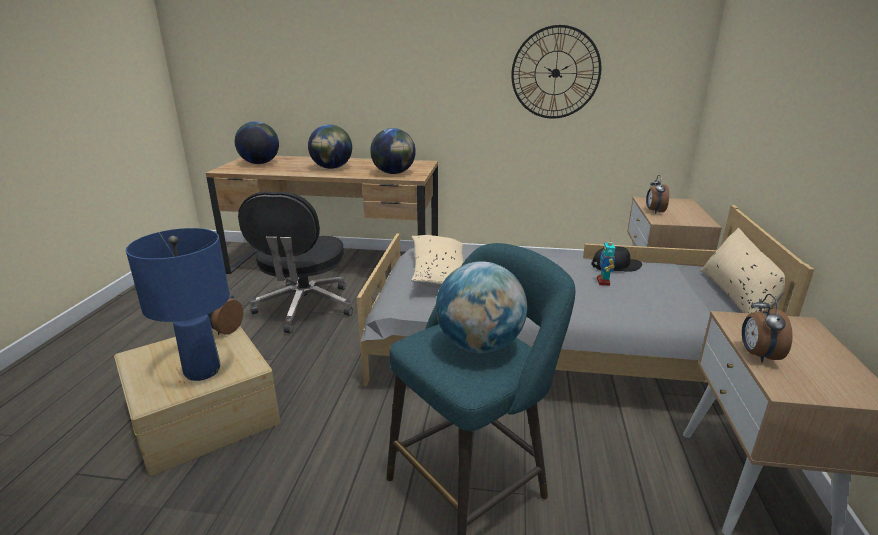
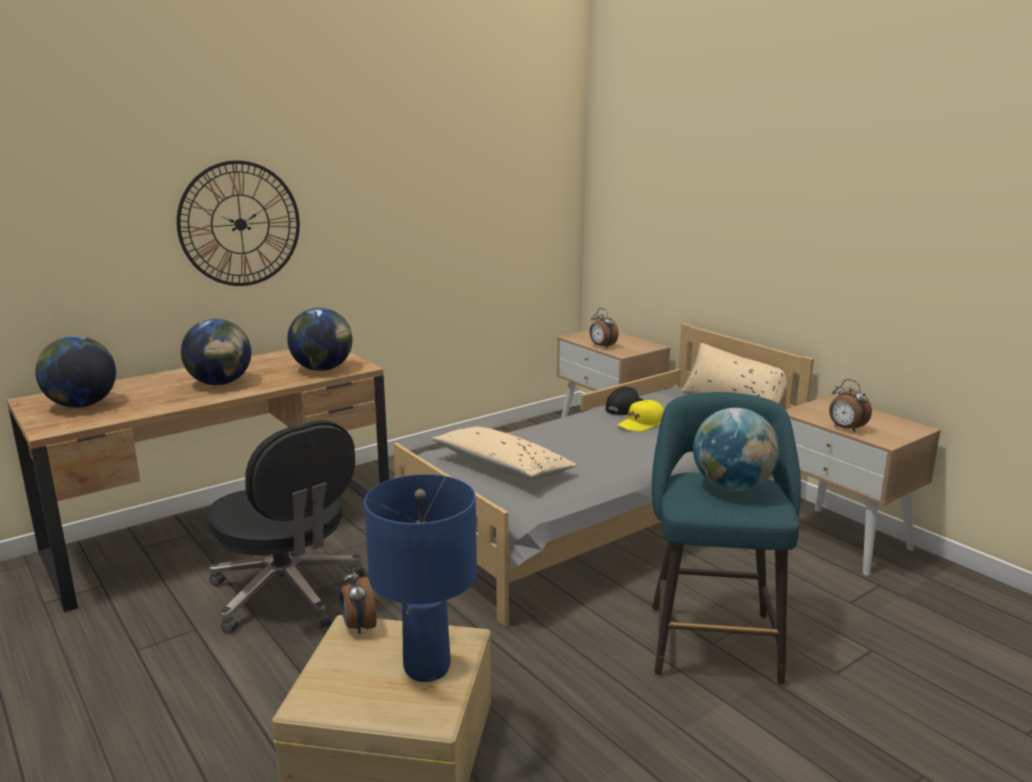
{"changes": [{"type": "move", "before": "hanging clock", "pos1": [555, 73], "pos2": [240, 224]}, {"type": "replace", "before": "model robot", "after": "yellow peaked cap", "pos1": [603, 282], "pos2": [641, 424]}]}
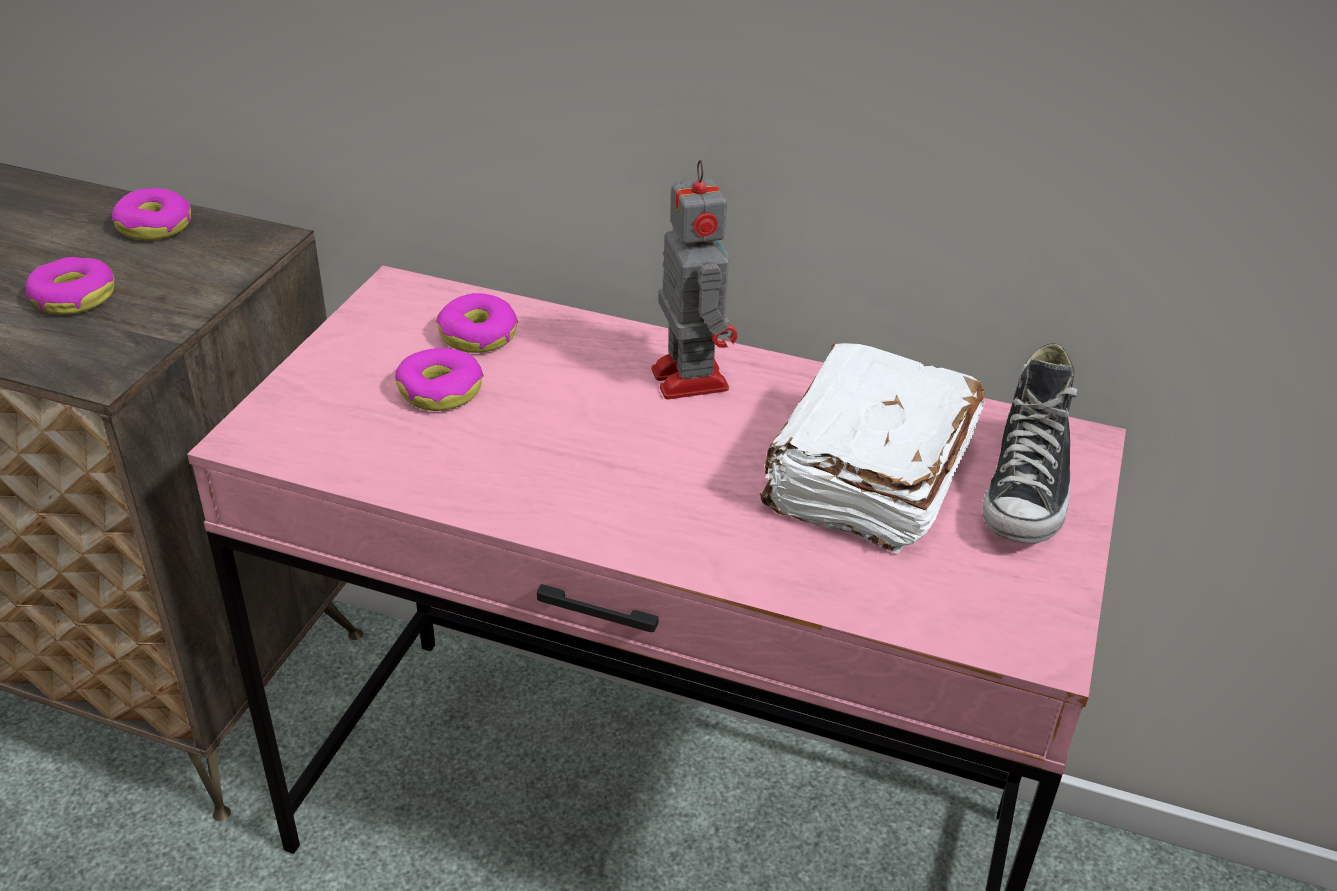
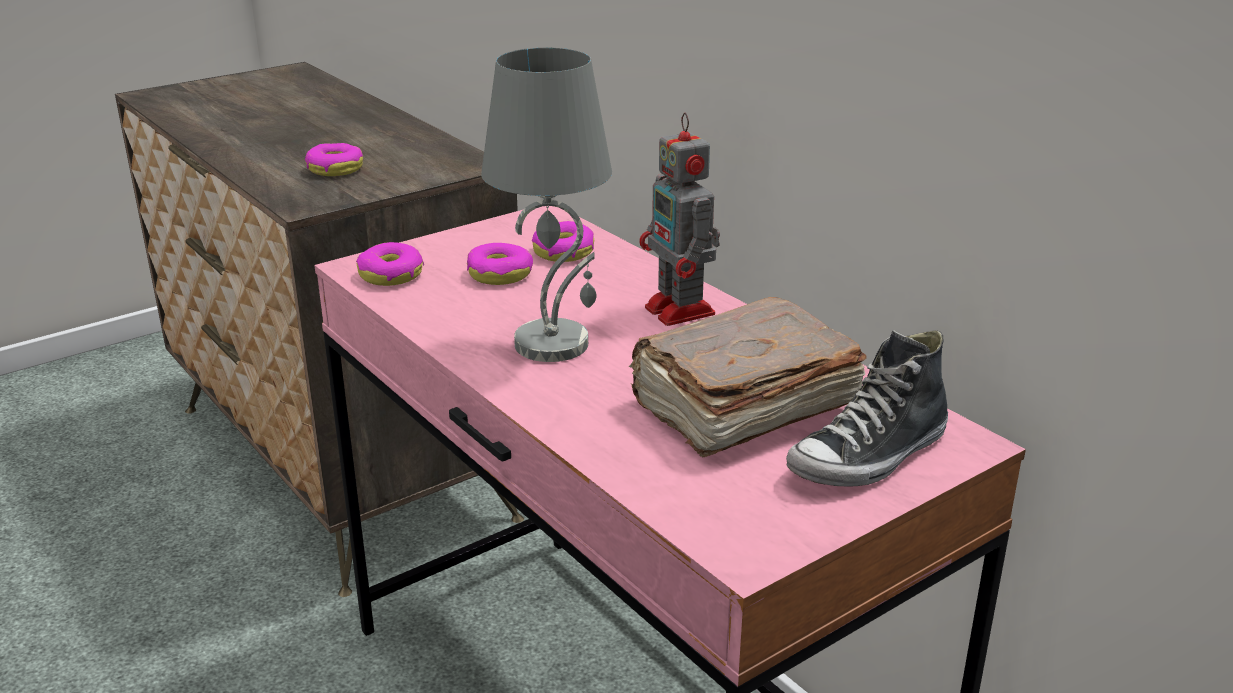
{"changes": [{"type": "insert", "after": "greyish tabletop lamp", "pos2": [554, 343]}, {"type": "move", "before": "ring doughnut", "pos1": [155, 226], "pos2": [390, 275]}, {"type": "recolor", "before": "whitish volume", "after": "brown volume", "pos1": [866, 477], "pos2": [740, 407]}, {"type": "rotate", "before": "model robot", "pos1": [688, 377], "pos2": [681, 312], "turn": 135}]}
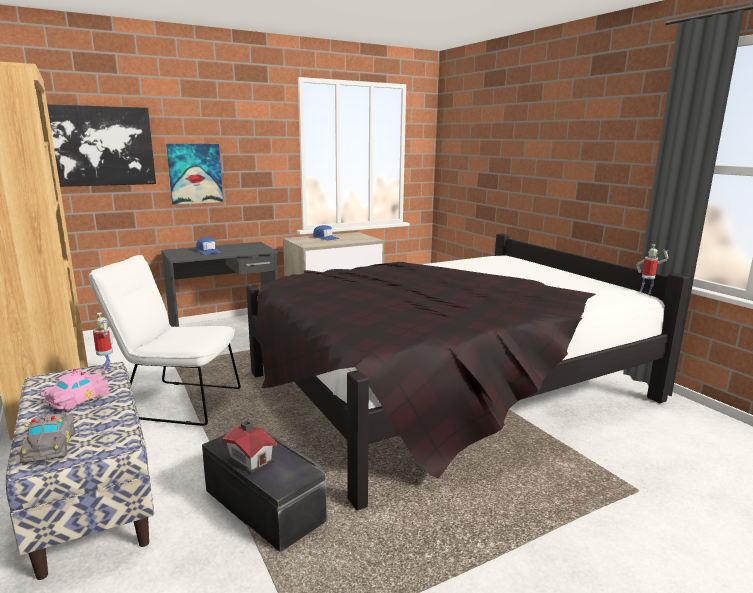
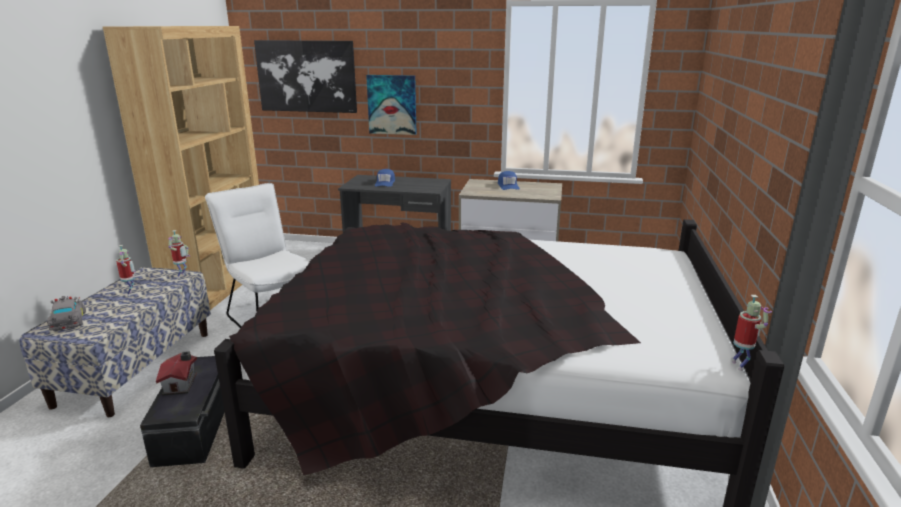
{"changes": [{"type": "replace", "before": "pinkish miniature car", "after": "model robot", "pos1": [76, 399], "pos2": [131, 293]}, {"type": "rotate", "before": "greyish miniature car", "pos1": [51, 445], "pos2": [67, 322], "turn": 135}]}
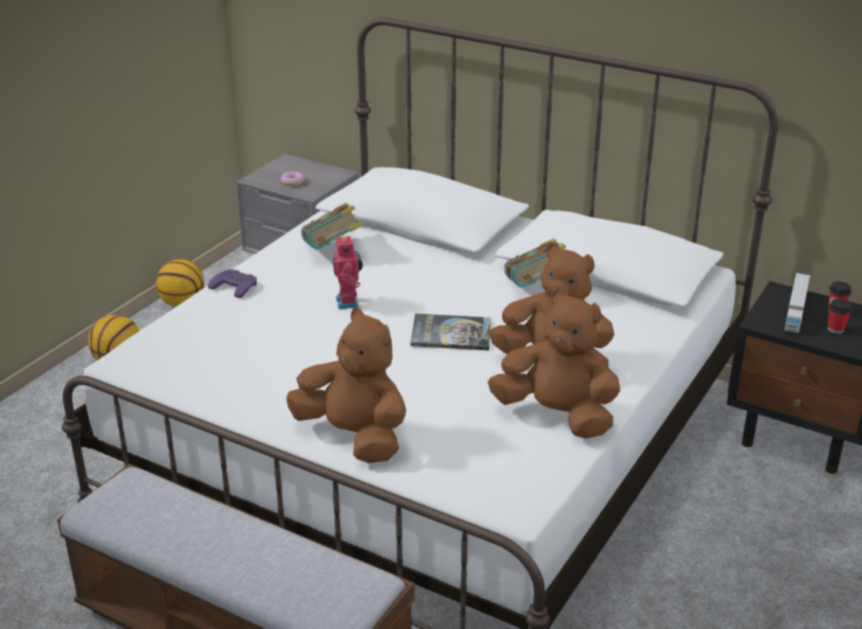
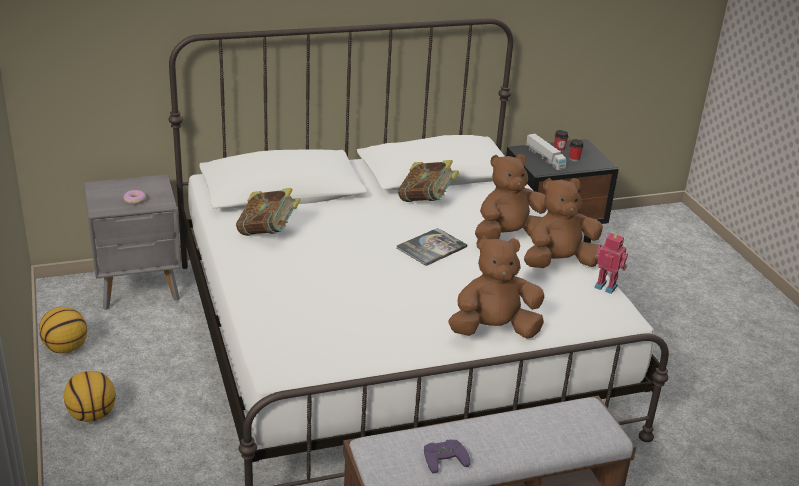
{"changes": [{"type": "move", "before": "purple joypad", "pos1": [236, 285], "pos2": [444, 457]}, {"type": "move", "before": "model robot", "pos1": [349, 302], "pos2": [606, 286]}]}
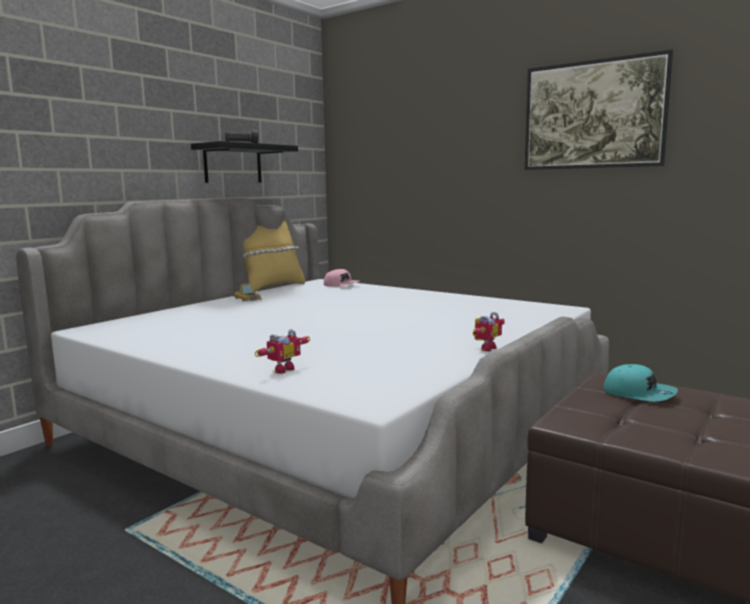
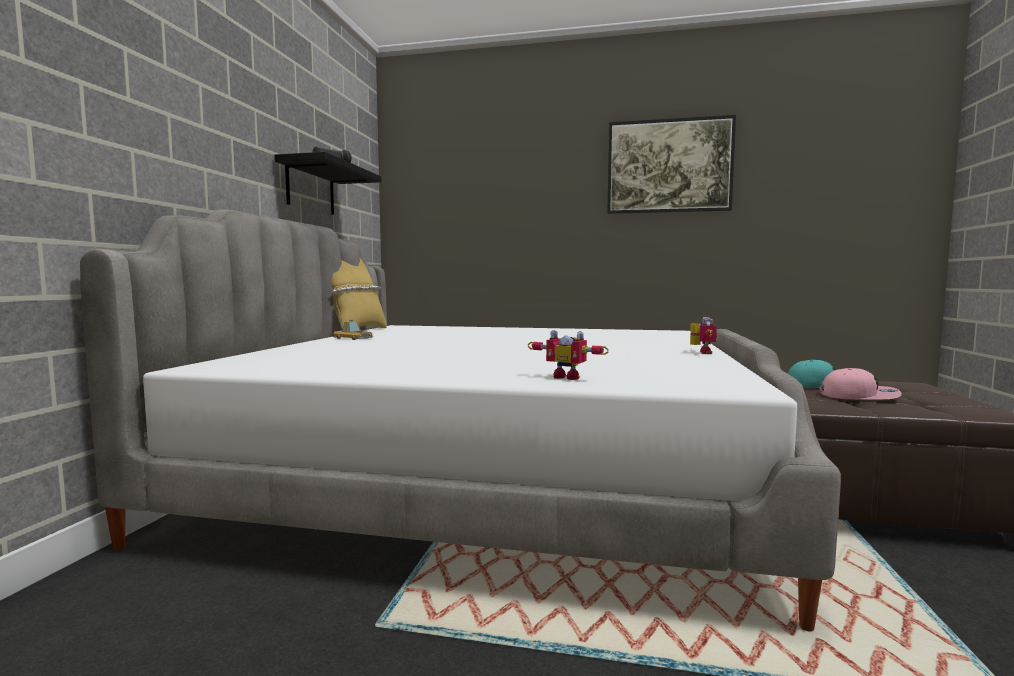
{"changes": [{"type": "move", "before": "pinkish peaked cap", "pos1": [341, 285], "pos2": [858, 396]}, {"type": "rotate", "before": "model robot", "pos1": [281, 369], "pos2": [568, 377], "turn": 105}]}
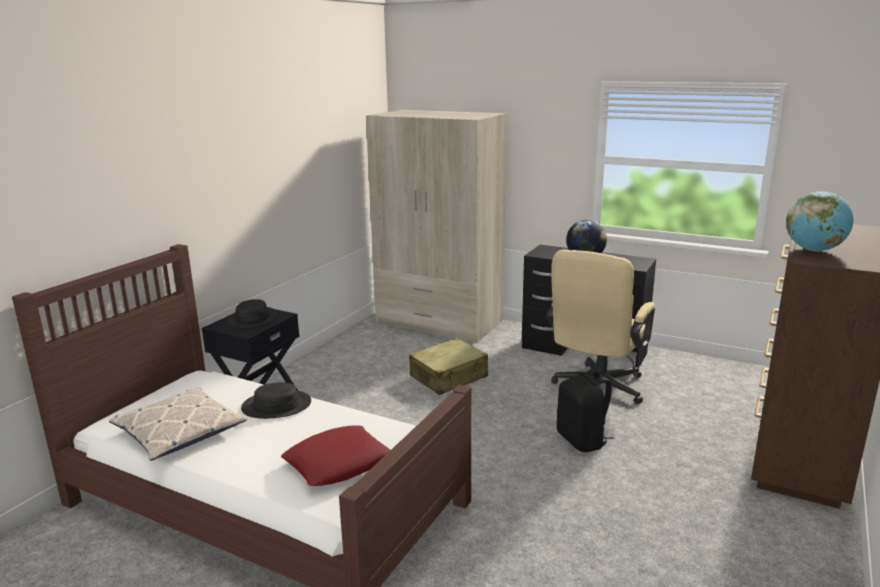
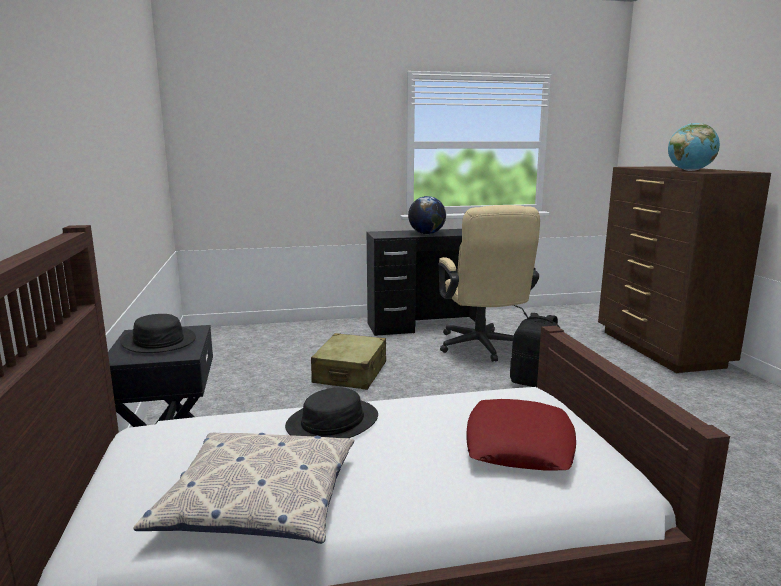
{"changes": [{"type": "delete", "before": "sand-coloured armoire", "pos1": [439, 322]}]}
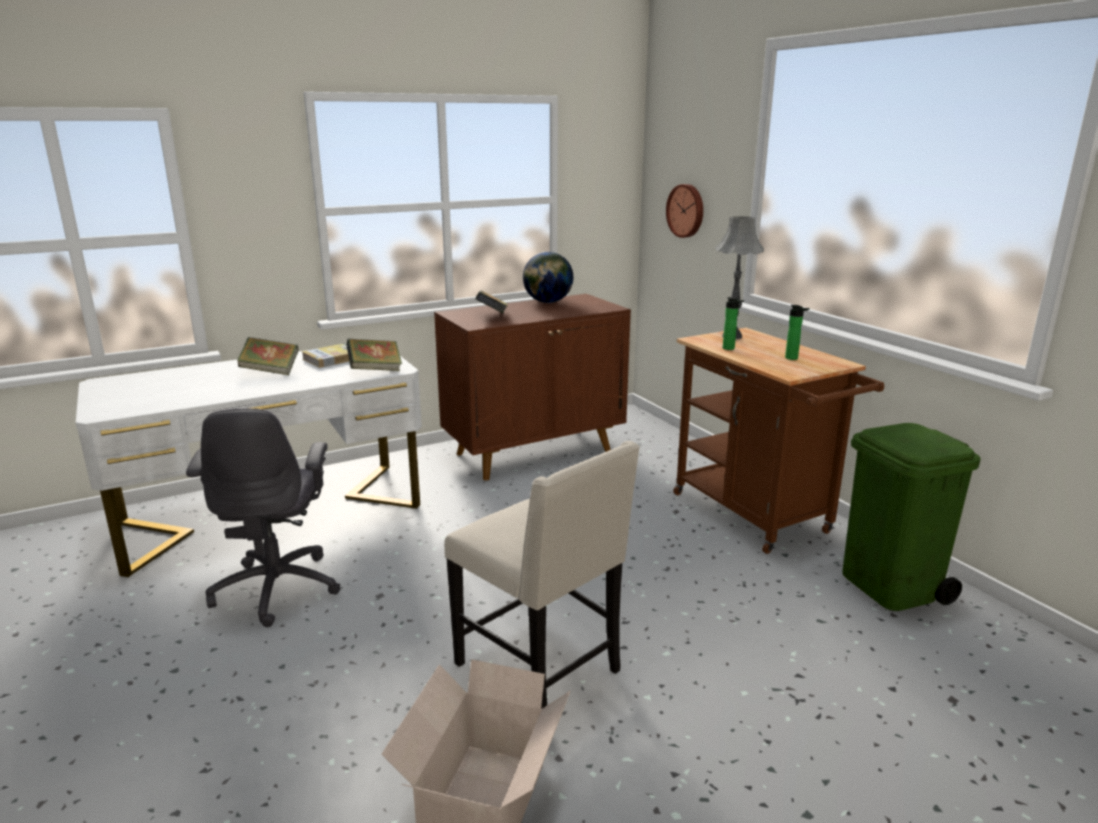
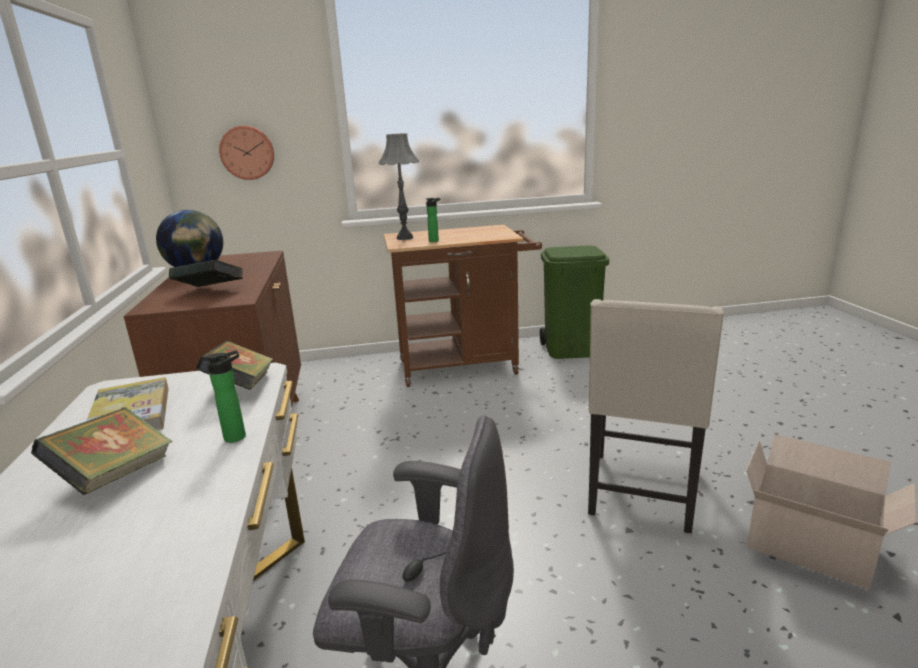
{"changes": [{"type": "move", "before": "bottle", "pos1": [793, 358], "pos2": [238, 436]}, {"type": "rotate", "before": "sand-coloured upright chair", "pos1": [542, 668], "pos2": [642, 493], "turn": 135}]}
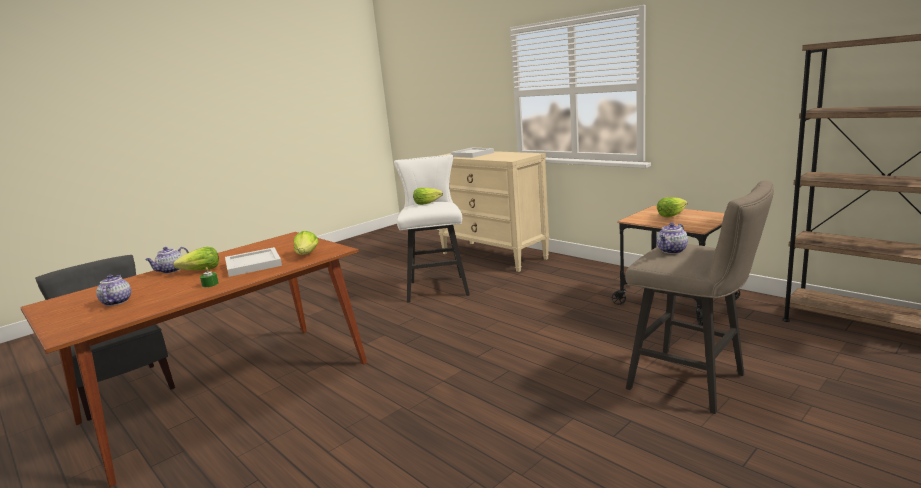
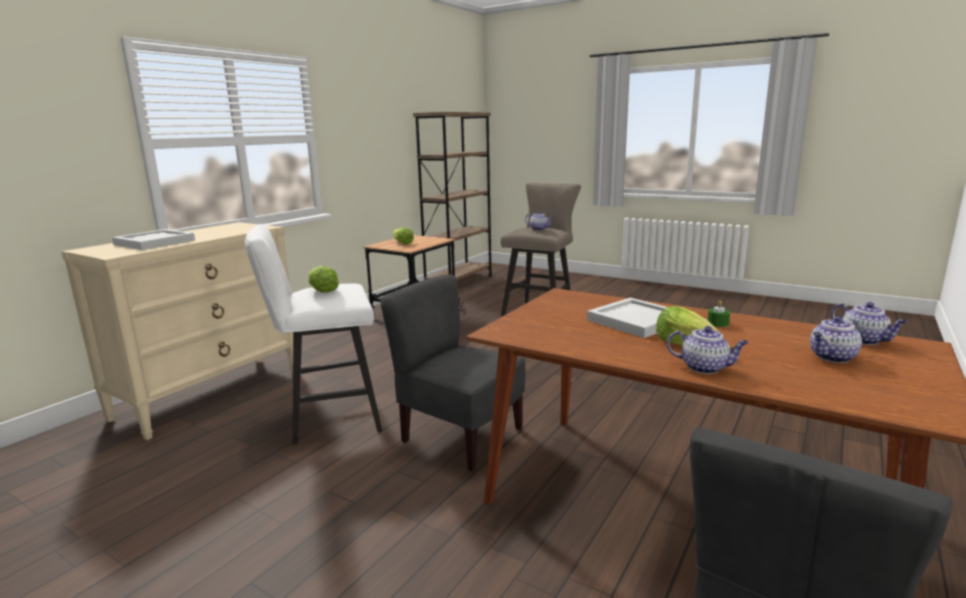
{"changes": [{"type": "delete", "before": "head of lettuce", "pos1": [307, 254]}, {"type": "insert", "after": "greyish upright chair", "pos2": [460, 436]}, {"type": "insert", "after": "tea pot", "pos2": [864, 340]}]}
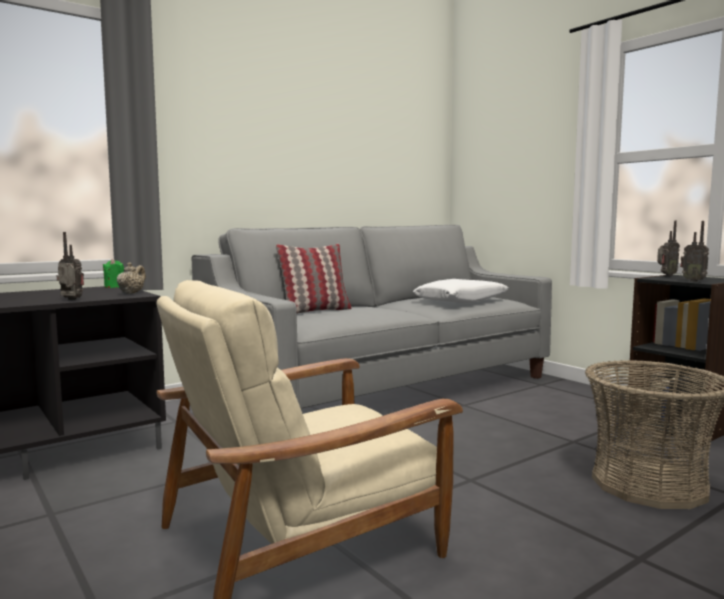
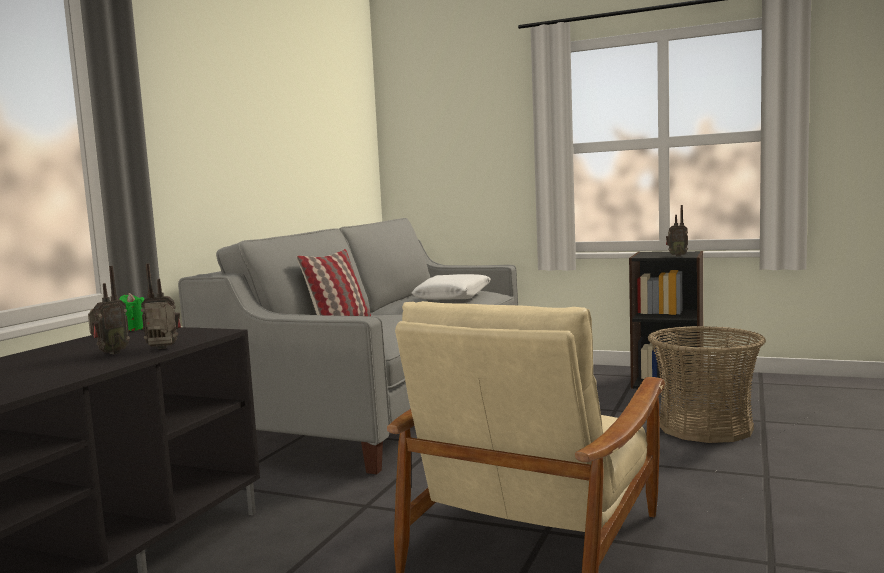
{"changes": [{"type": "delete", "before": "sand-coloured tea pot", "pos1": [131, 293]}, {"type": "move", "before": "radio set", "pos1": [666, 275], "pos2": [110, 353]}]}
